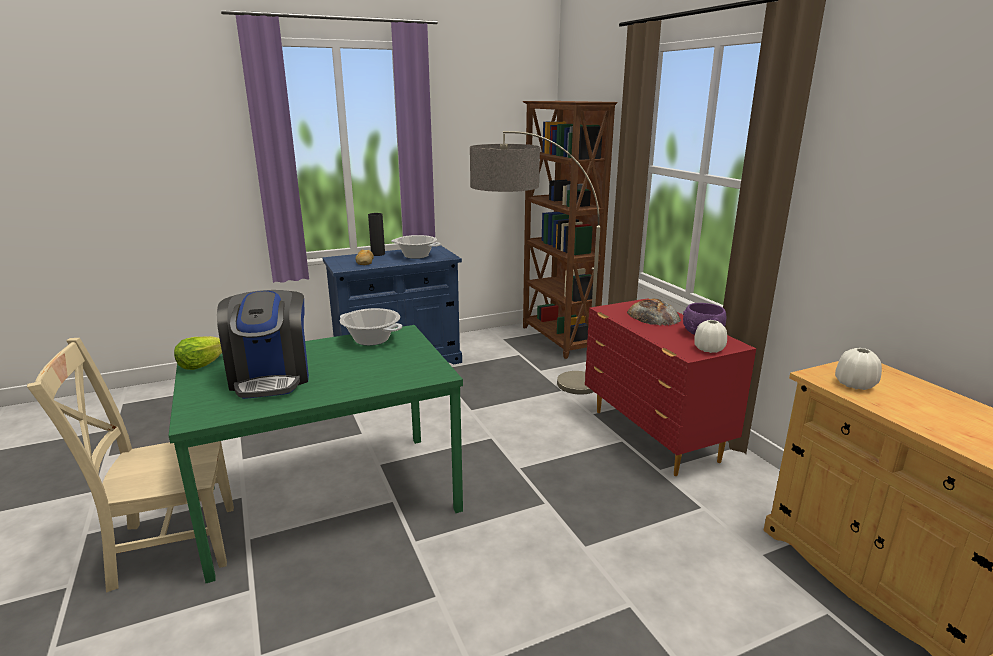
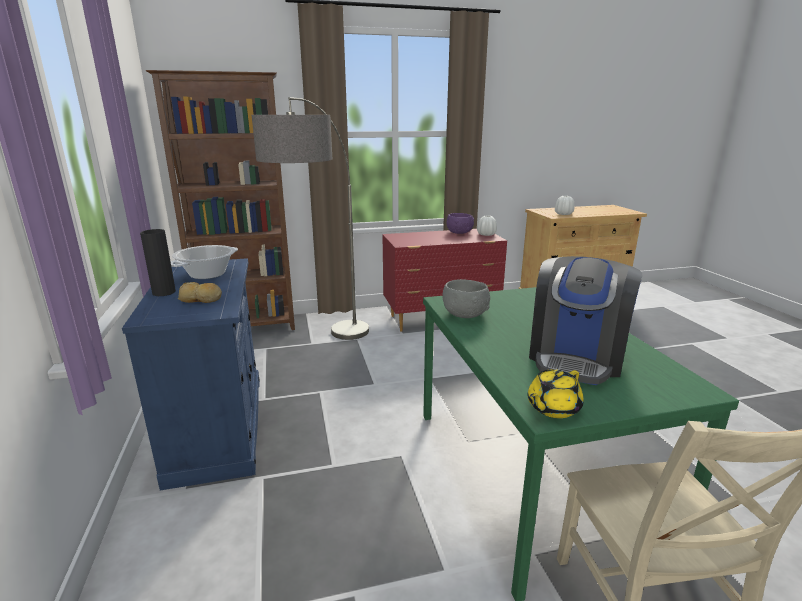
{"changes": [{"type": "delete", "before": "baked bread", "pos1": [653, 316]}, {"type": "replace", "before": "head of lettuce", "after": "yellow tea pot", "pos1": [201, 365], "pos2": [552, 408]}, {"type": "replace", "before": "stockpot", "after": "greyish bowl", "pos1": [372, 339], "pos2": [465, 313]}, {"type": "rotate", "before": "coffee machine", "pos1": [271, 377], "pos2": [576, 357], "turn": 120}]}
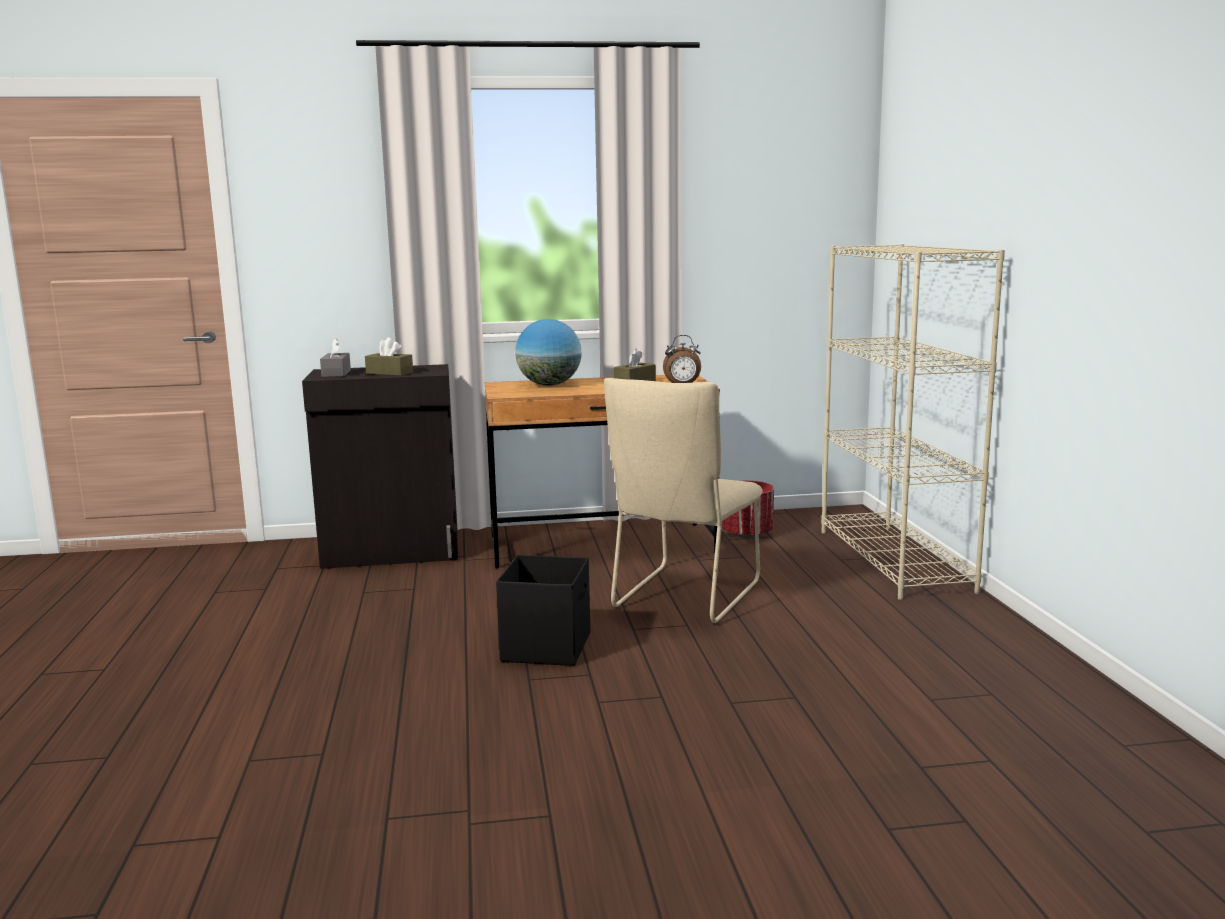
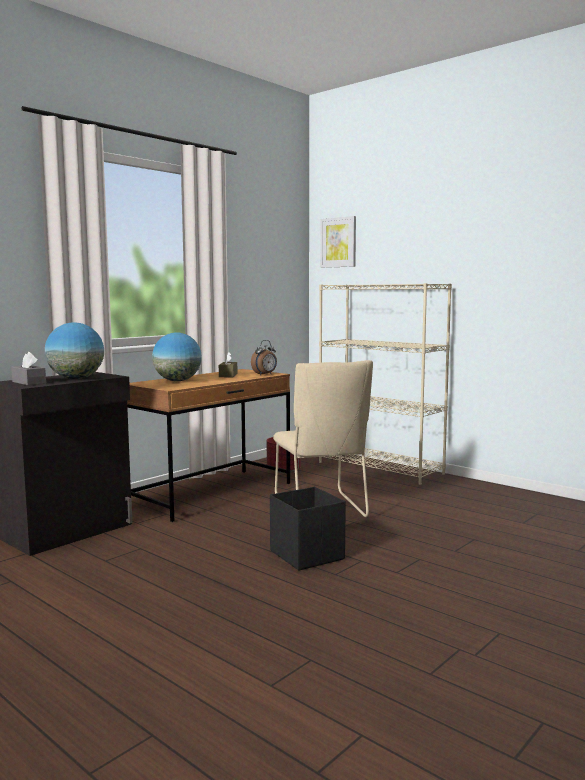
{"changes": [{"type": "insert", "after": "wall picture", "pos2": [338, 242]}, {"type": "replace", "before": "brown tissue box", "after": "desk globe", "pos1": [389, 373], "pos2": [76, 379]}]}
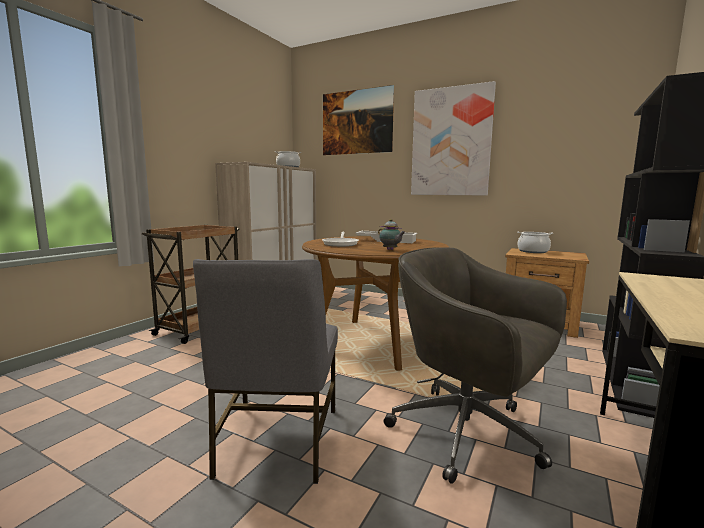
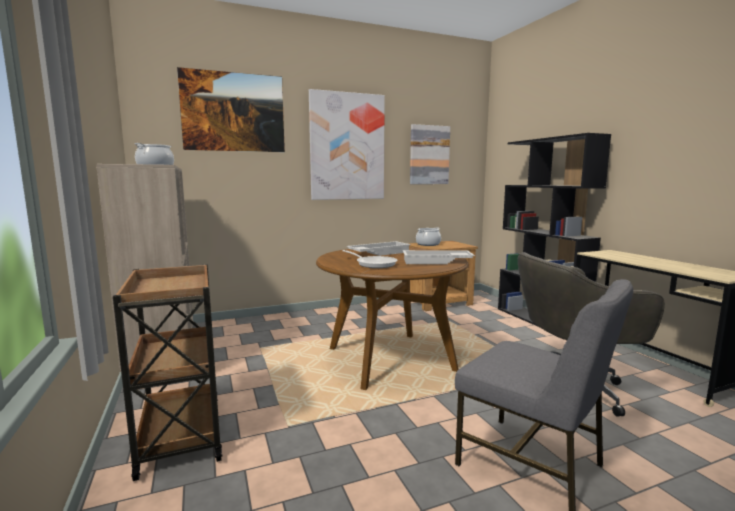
{"changes": [{"type": "insert", "after": "wall picture", "pos2": [429, 155]}, {"type": "replace", "before": "tea pot", "after": "whitish tray", "pos1": [390, 250], "pos2": [436, 262]}]}
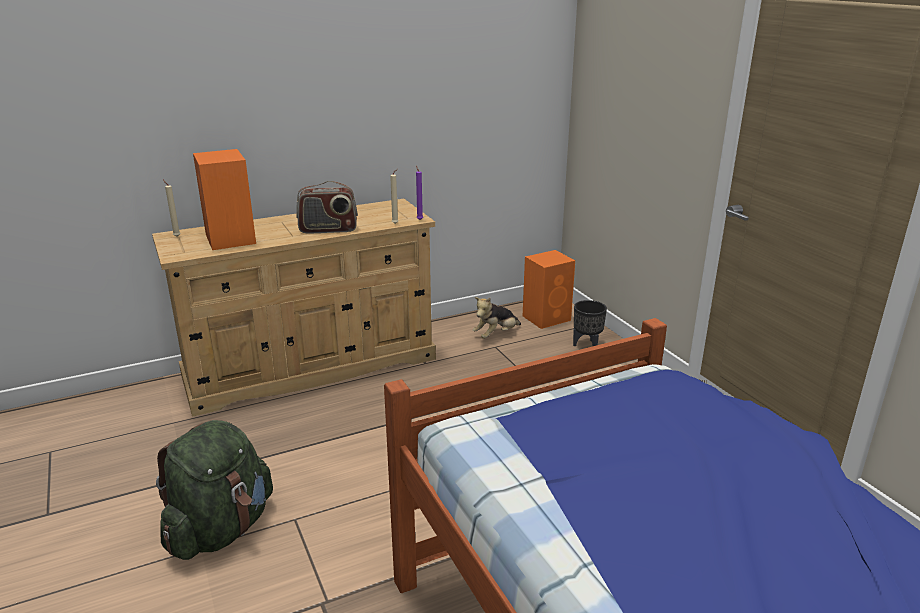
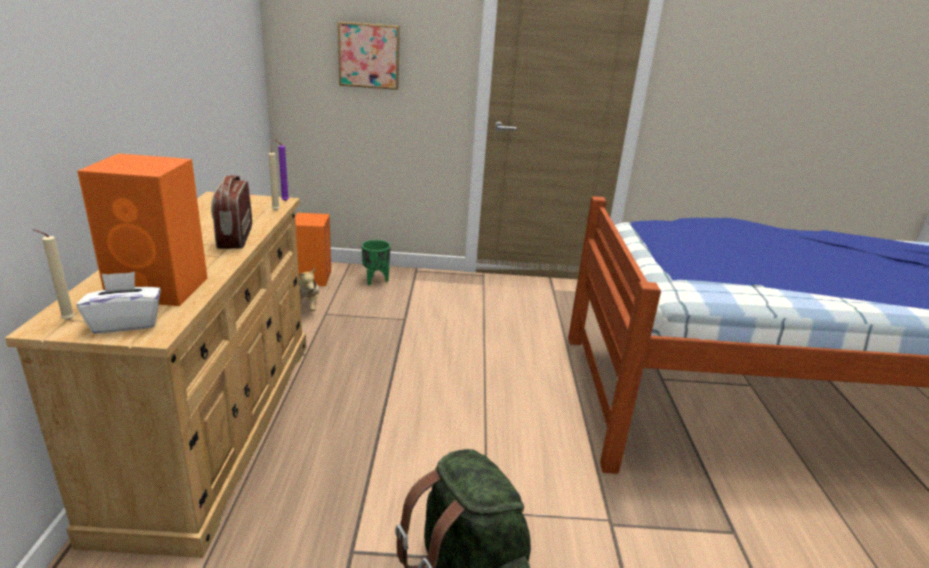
{"changes": [{"type": "insert", "after": "whitish tissue box", "pos2": [126, 323]}, {"type": "insert", "after": "wall picture", "pos2": [369, 55]}, {"type": "recolor", "before": "blackish plant pot", "after": "green plant pot", "pos1": [587, 345], "pos2": [375, 280]}, {"type": "rotate", "before": "radio set", "pos1": [328, 230], "pos2": [235, 237], "turn": 150}]}
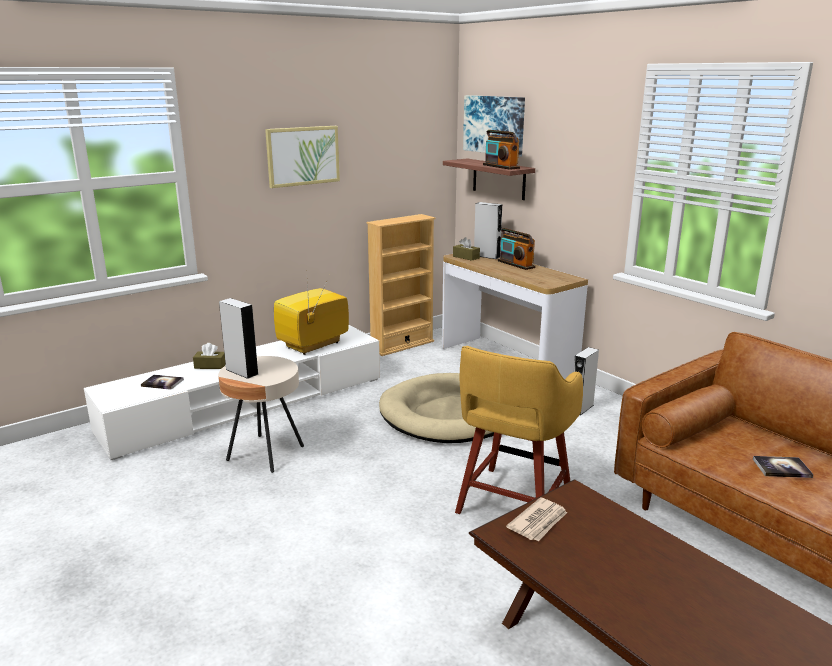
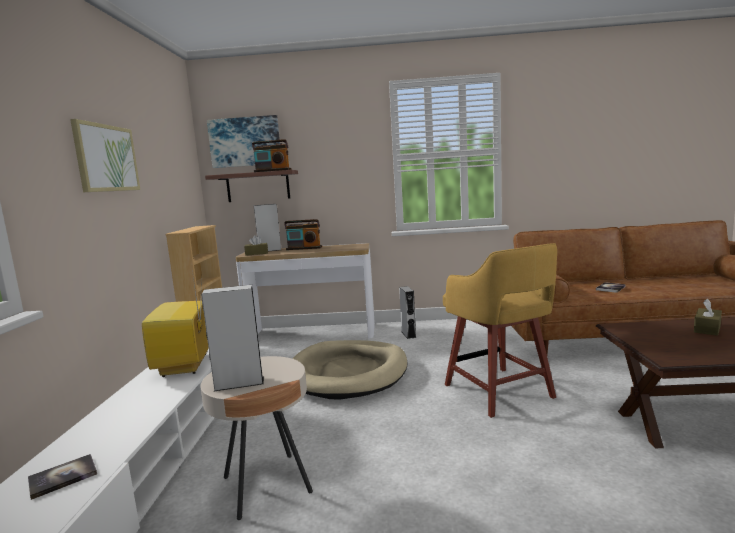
{"changes": [{"type": "delete", "before": "printed paper", "pos1": [539, 522]}, {"type": "move", "before": "brown tissue box", "pos1": [210, 366], "pos2": [707, 328]}]}
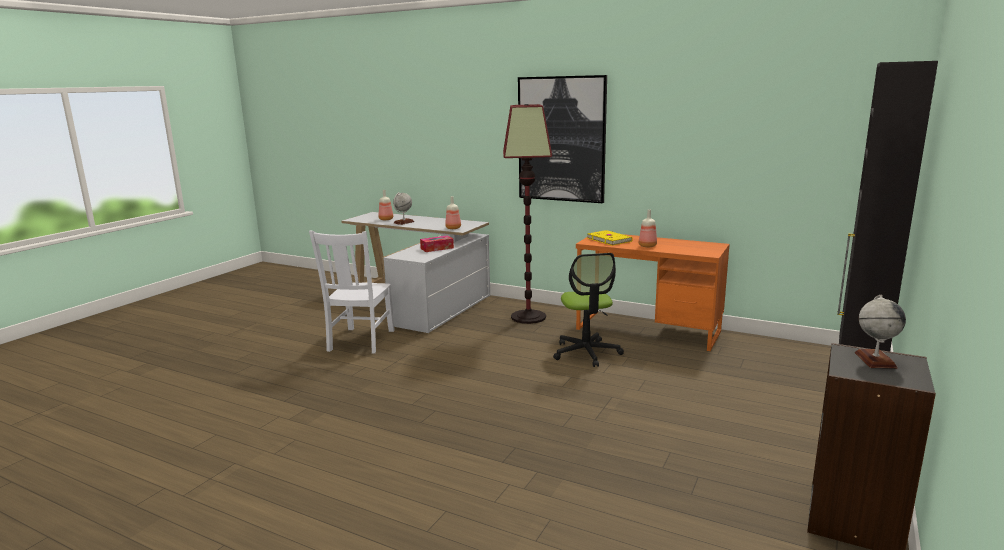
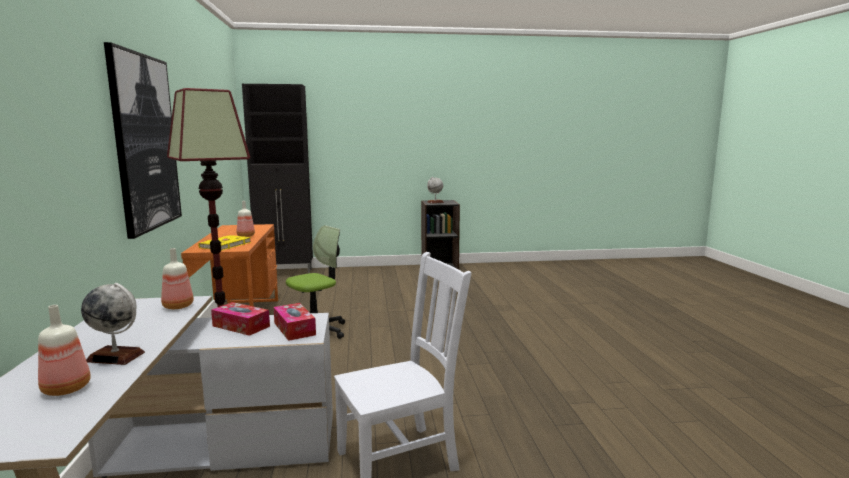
{"changes": [{"type": "insert", "after": "tissue box", "pos2": [294, 329]}]}
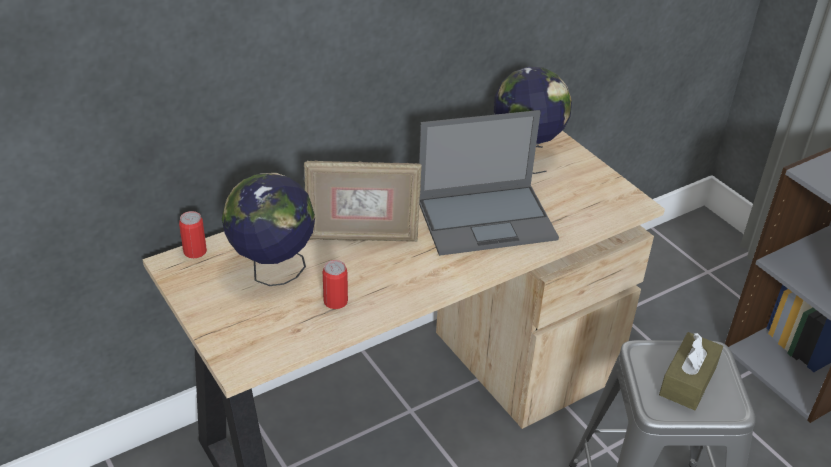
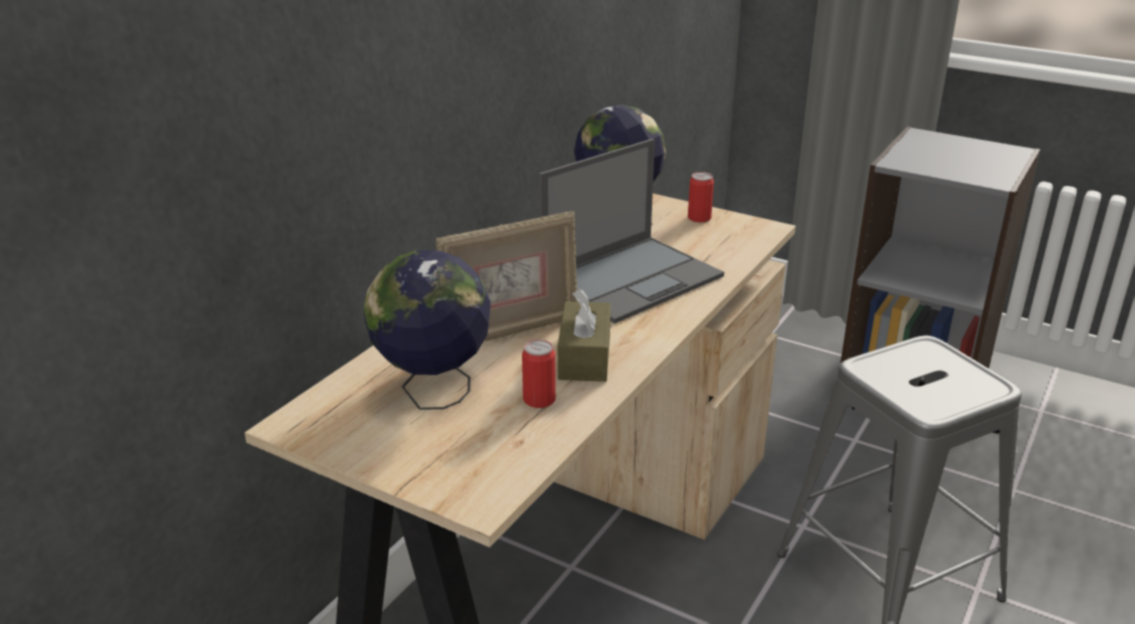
{"changes": [{"type": "move", "before": "can", "pos1": [195, 251], "pos2": [699, 218]}, {"type": "move", "before": "brown tissue box", "pos1": [688, 380], "pos2": [584, 357]}]}
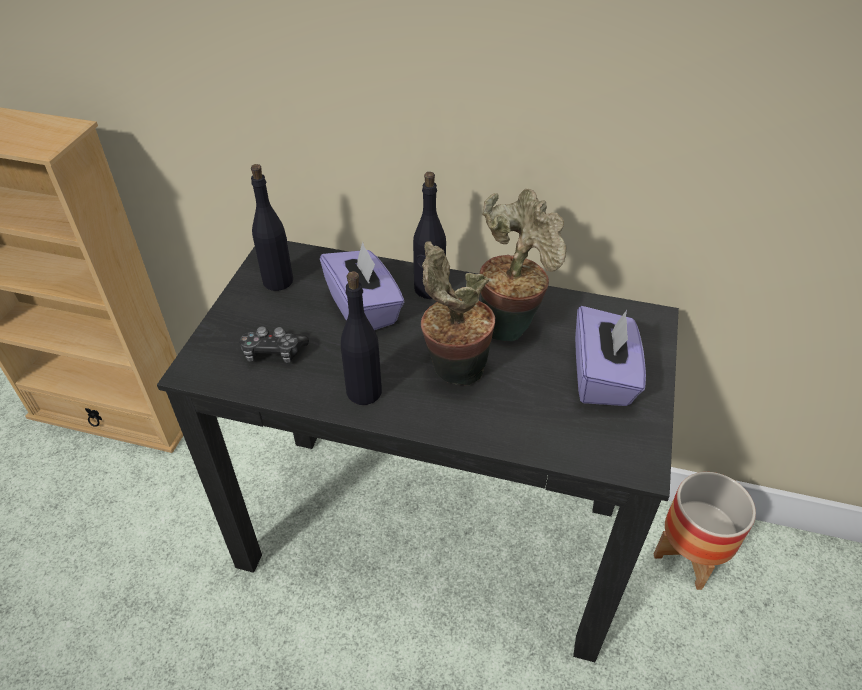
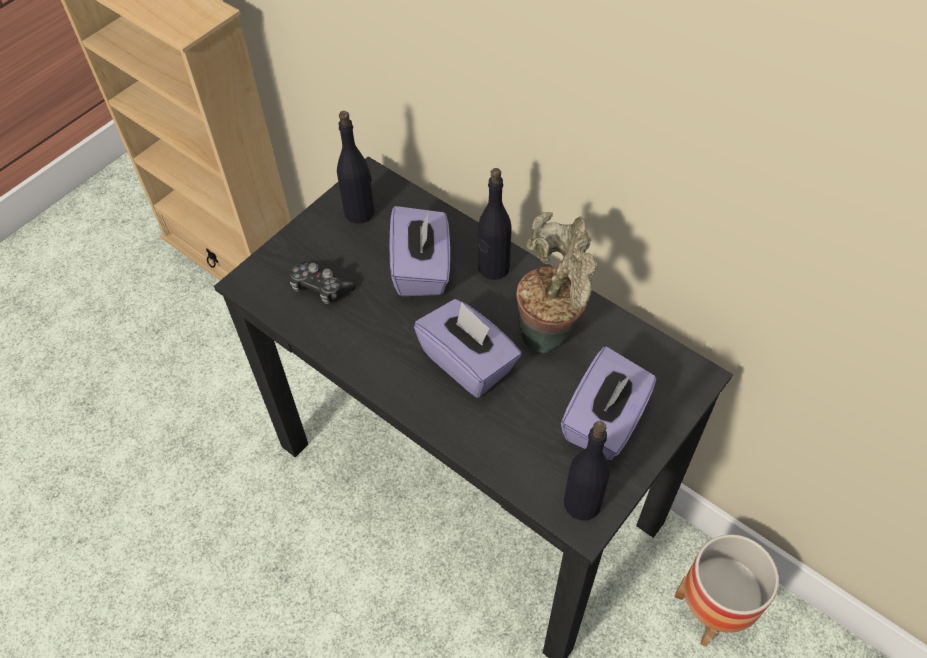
{"changes": [{"type": "move", "before": "blackish bottle", "pos1": [364, 391], "pos2": [582, 502]}, {"type": "replace", "before": "potted plant", "after": "purple tissue box", "pos1": [452, 369], "pos2": [468, 362]}]}
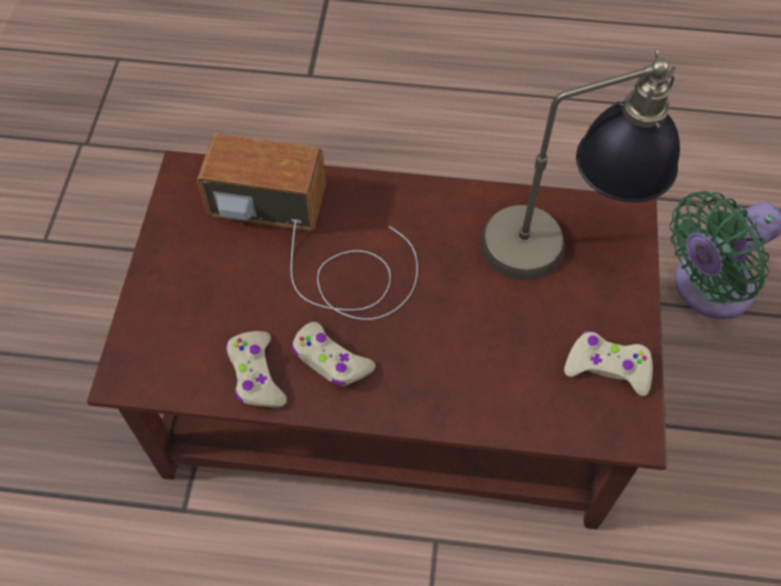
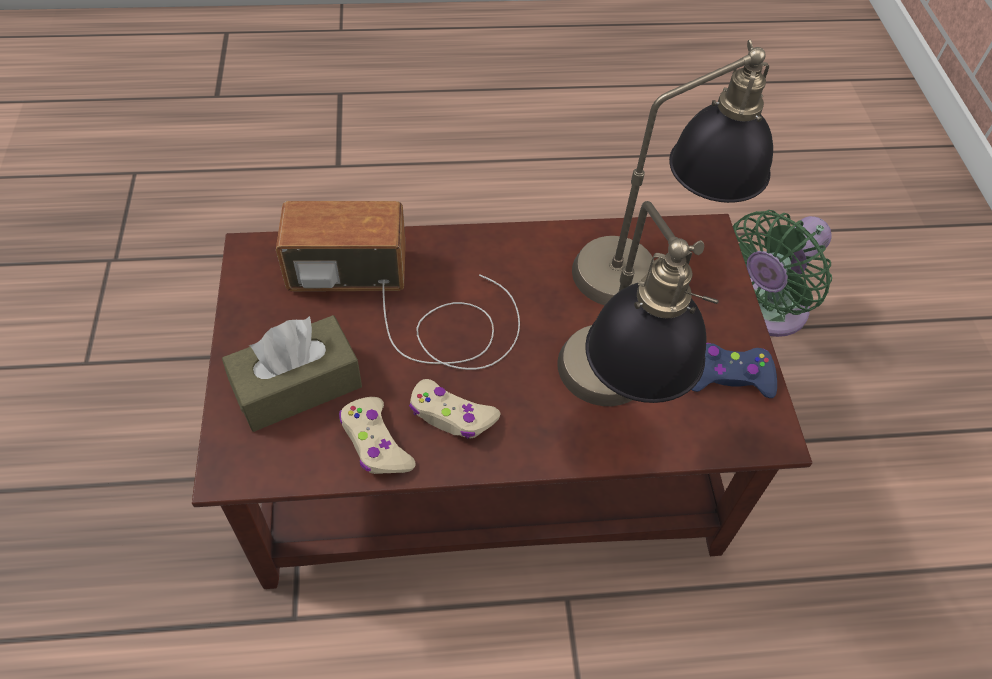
{"changes": [{"type": "insert", "after": "brown tissue box", "pos2": [297, 386]}, {"type": "insert", "after": "tabletop lamp", "pos2": [610, 402]}, {"type": "recolor", "before": "sand-coloured joypad", "after": "bluish joypad", "pos1": [607, 367], "pos2": [729, 377]}]}
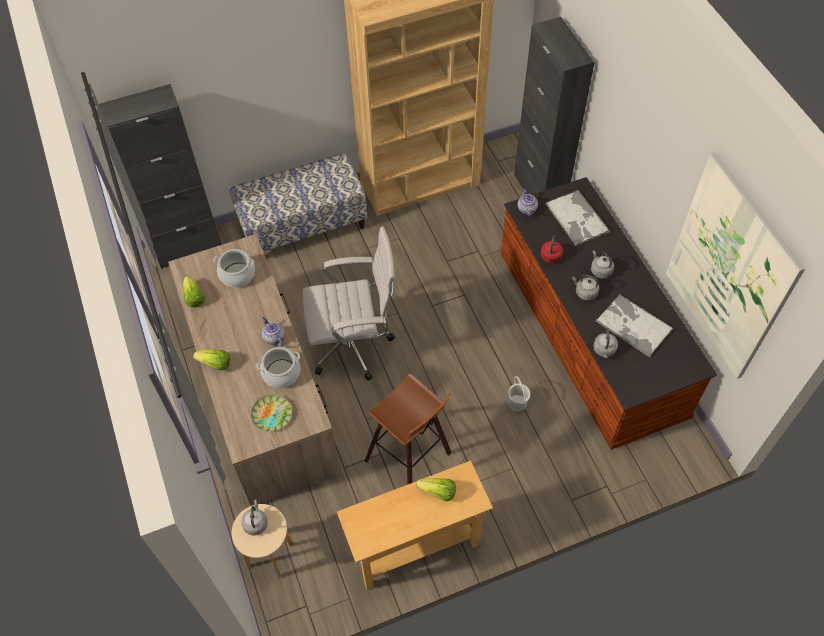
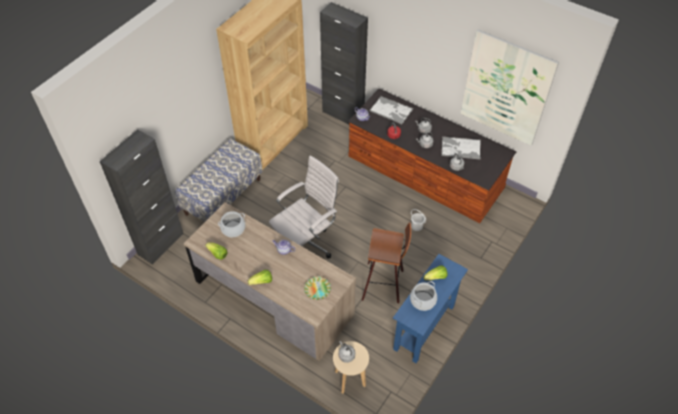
{"changes": [{"type": "move", "before": "stockpot", "pos1": [281, 373], "pos2": [423, 300]}, {"type": "recolor", "before": "sand-coloured hall table", "after": "bluish hall table", "pos1": [416, 548], "pos2": [424, 327]}]}
